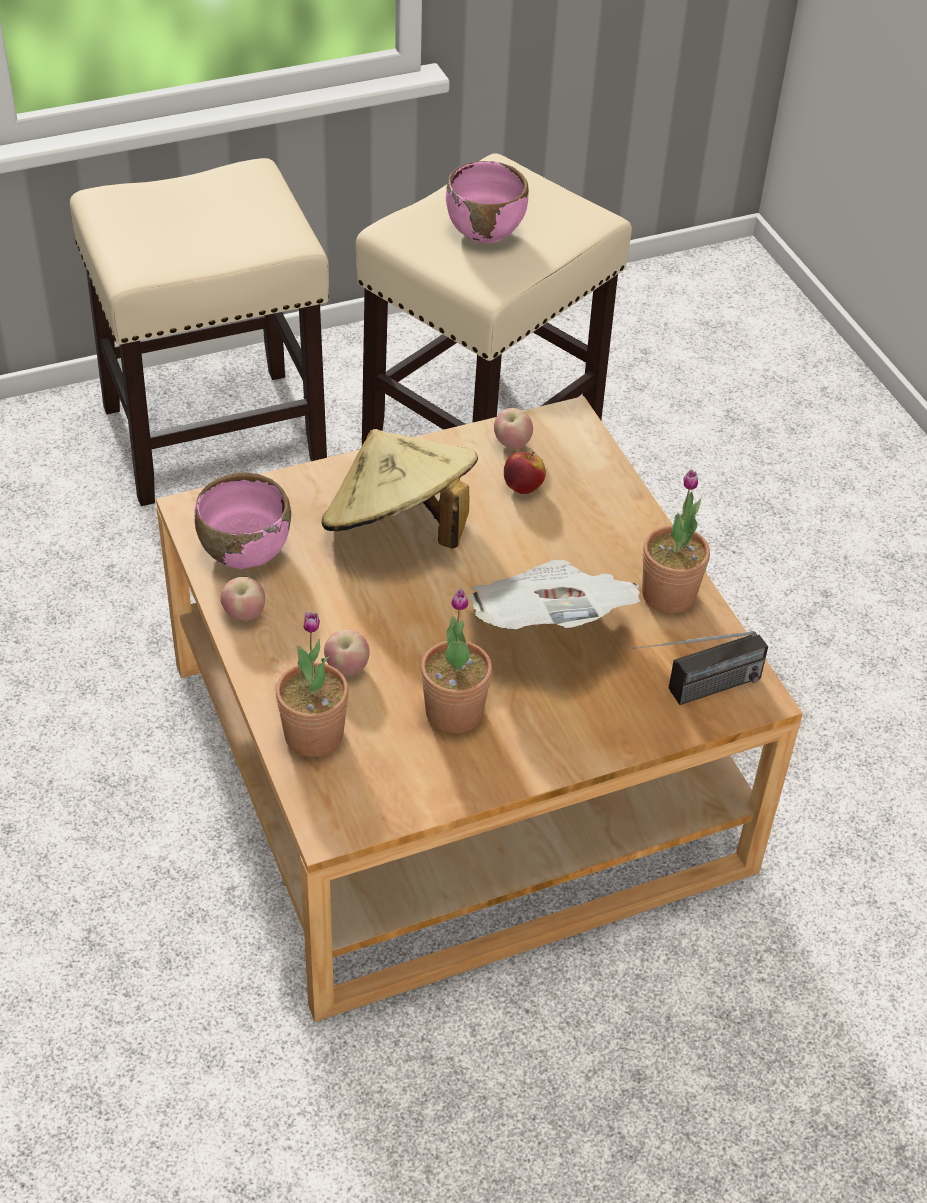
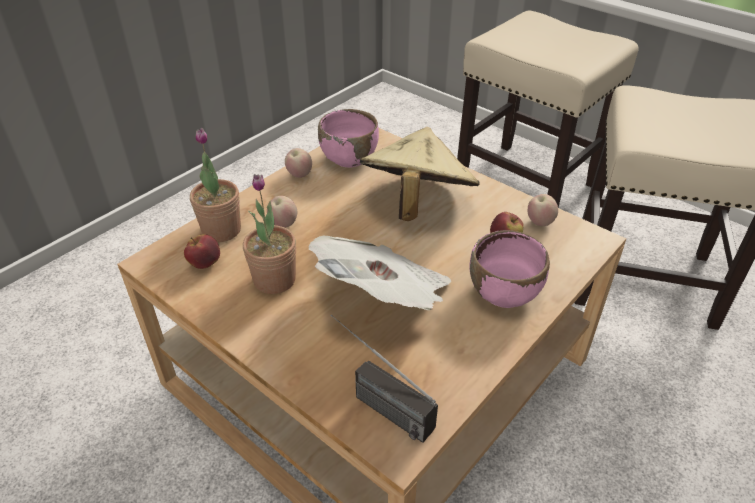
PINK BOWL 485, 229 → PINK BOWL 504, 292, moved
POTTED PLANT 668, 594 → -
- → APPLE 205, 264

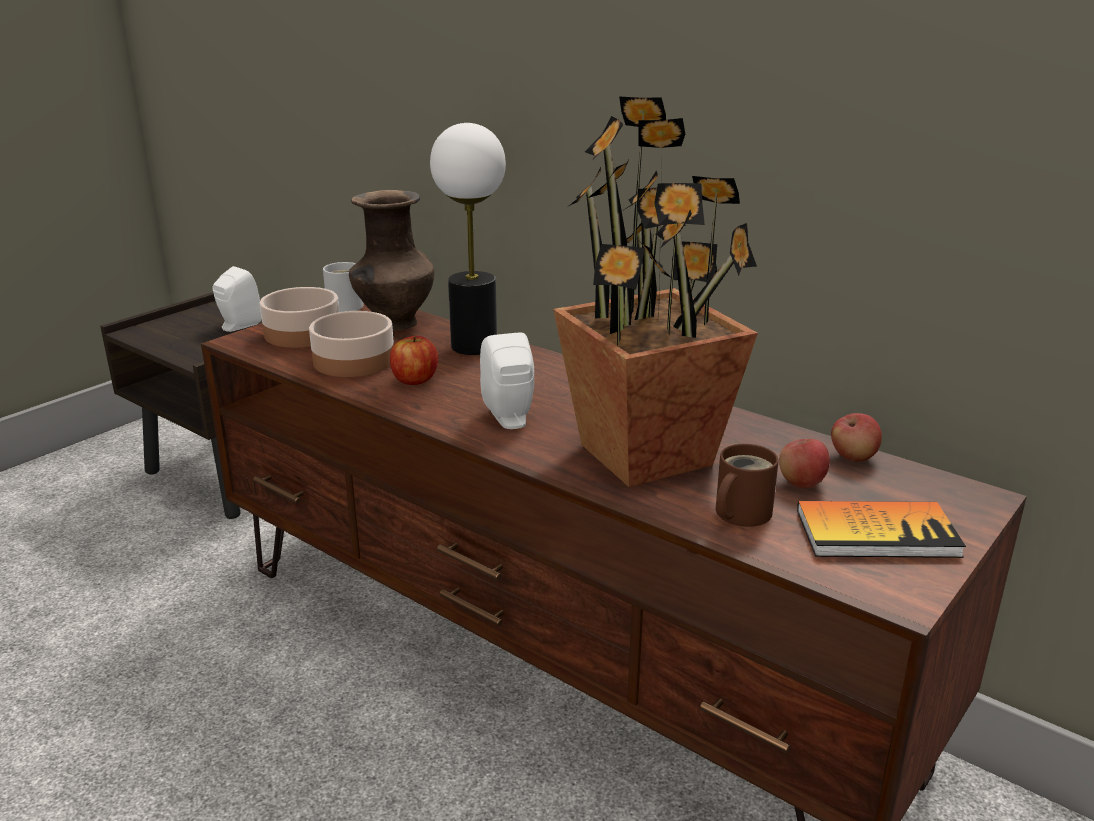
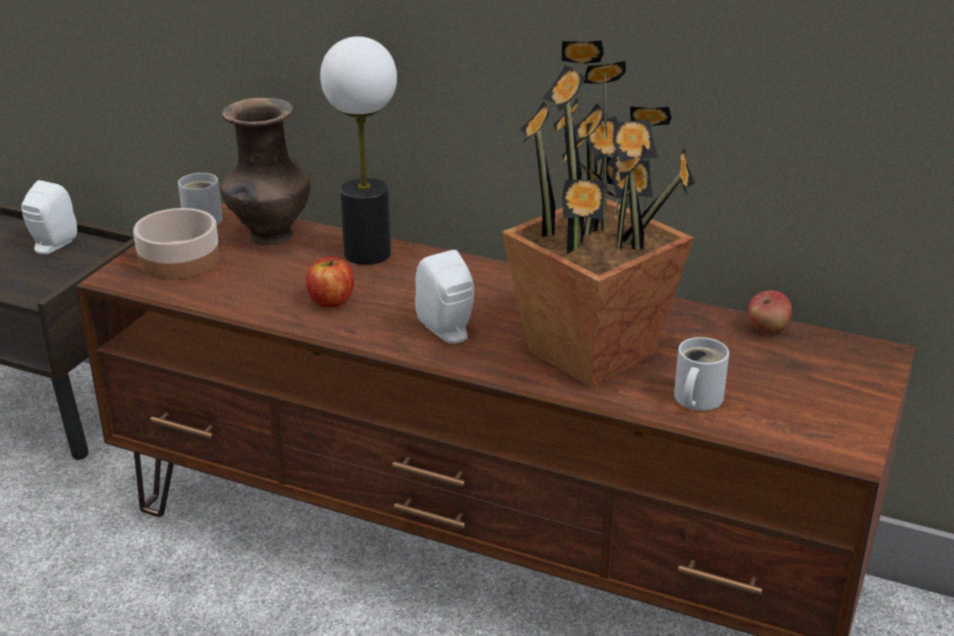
BOWL 354, 360 → -
BROWN MUG 738, 513 → WHITE MUG 695, 399
APPLE 801, 483 → -
BOOK 876, 533 → -

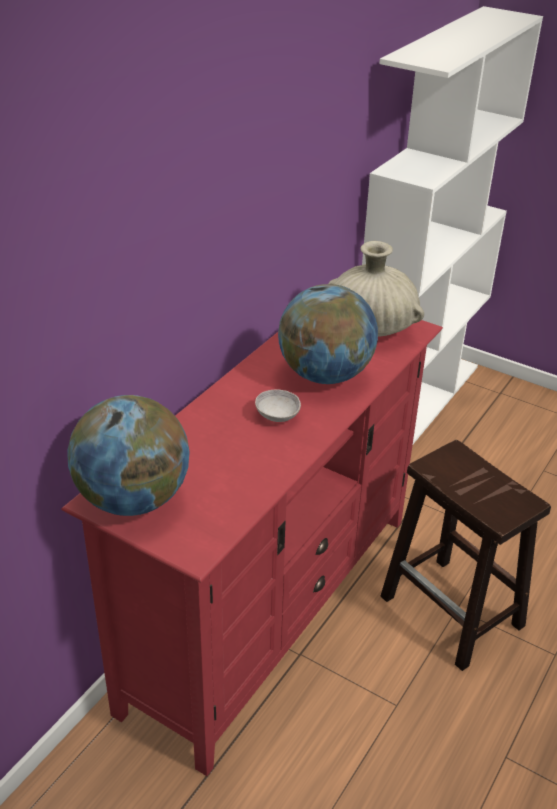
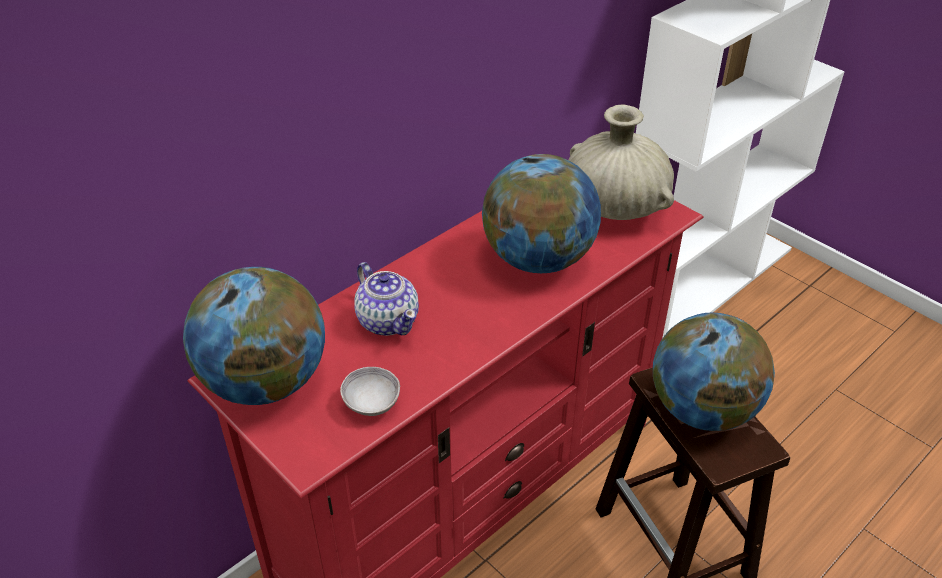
GREY BOWL 277, 416 → GREY BOWL 371, 403, moved
- → TEAPOT 388, 320
- → GLOBE 702, 410

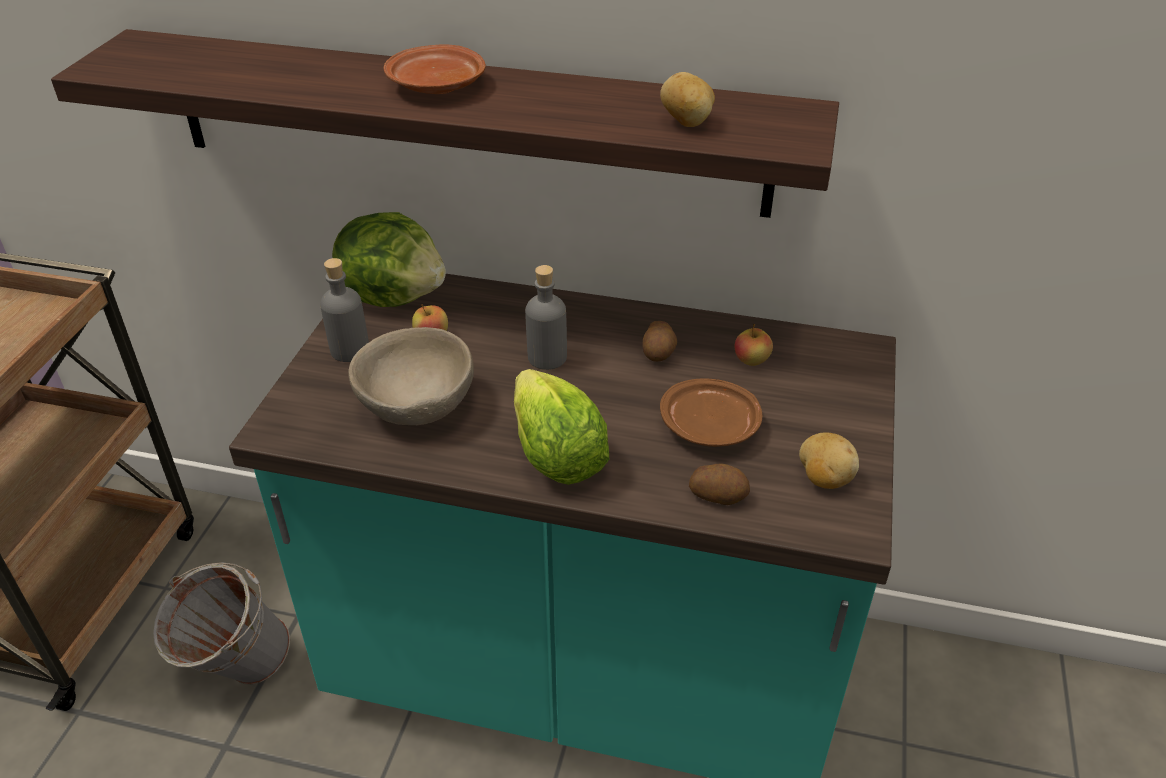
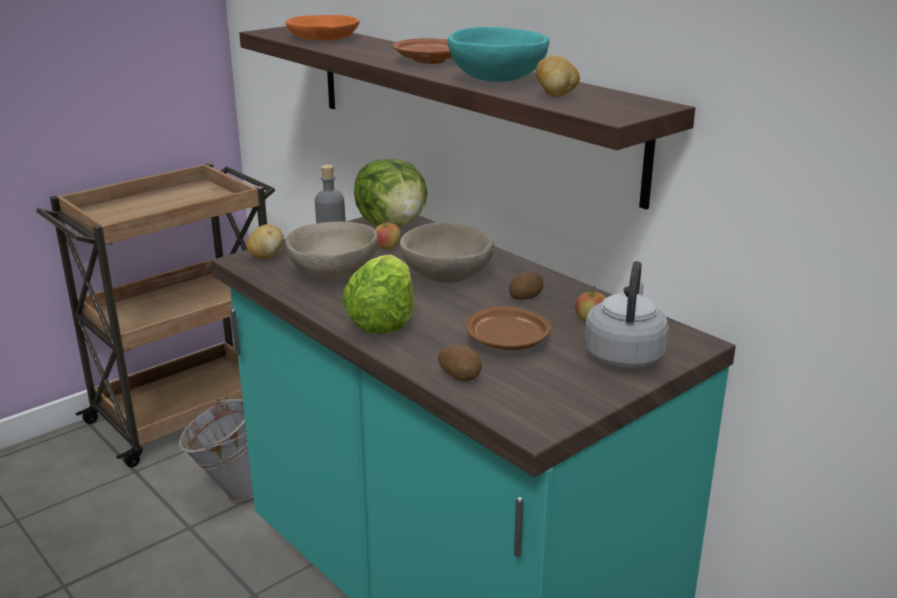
GREY BOTTLE 547, 357 → BEIGE BOWL 446, 277
POTATO 823, 478 → POTATO 266, 256, moved
- → ORANGE BOWL 323, 38
- → TURQUOISE BOWL 496, 80
- → GREY KETTLE 624, 354

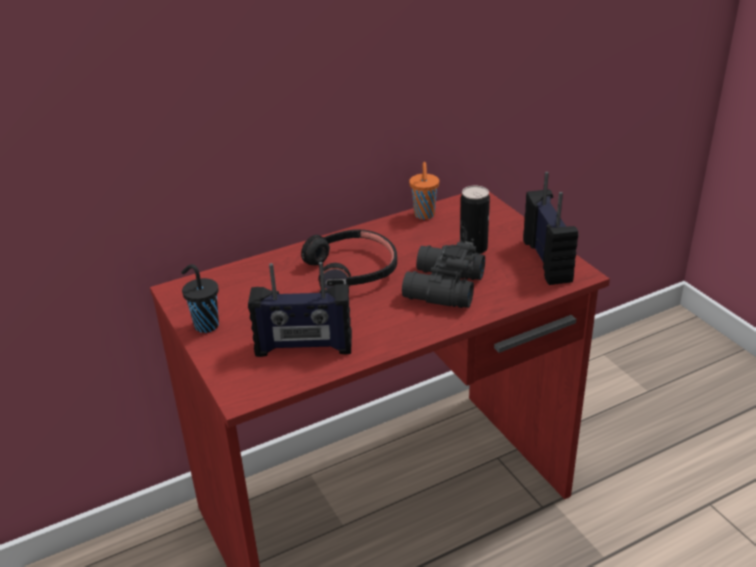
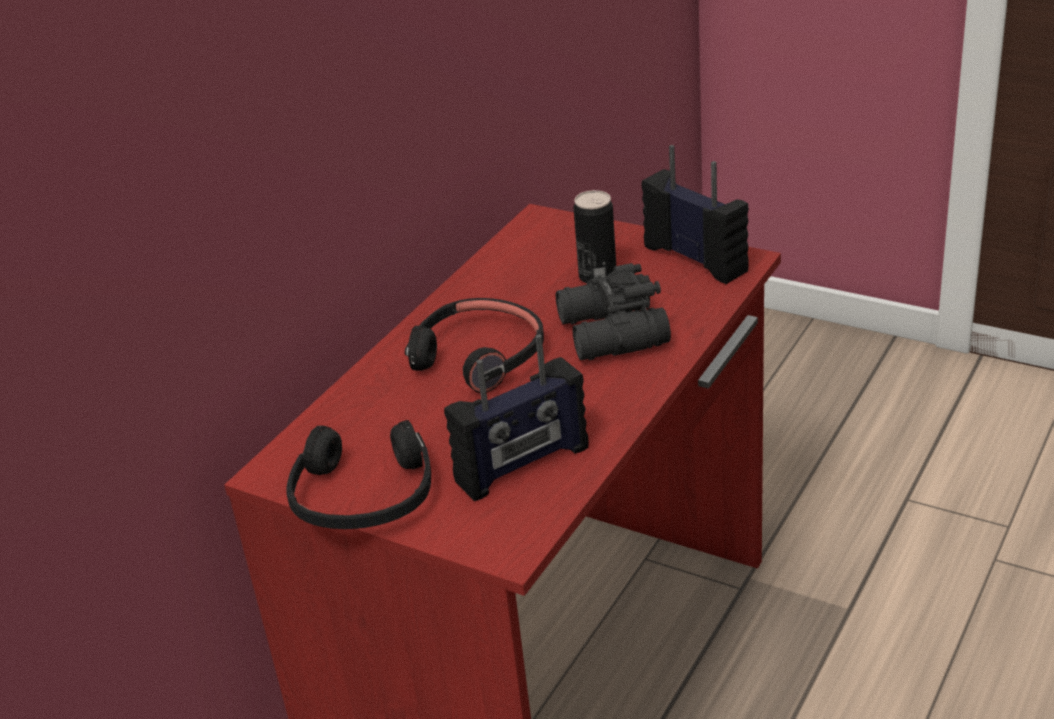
BLACK CUP 205, 325 → BLACK HEADPHONES 364, 495
ORANGE CUP 424, 215 → -

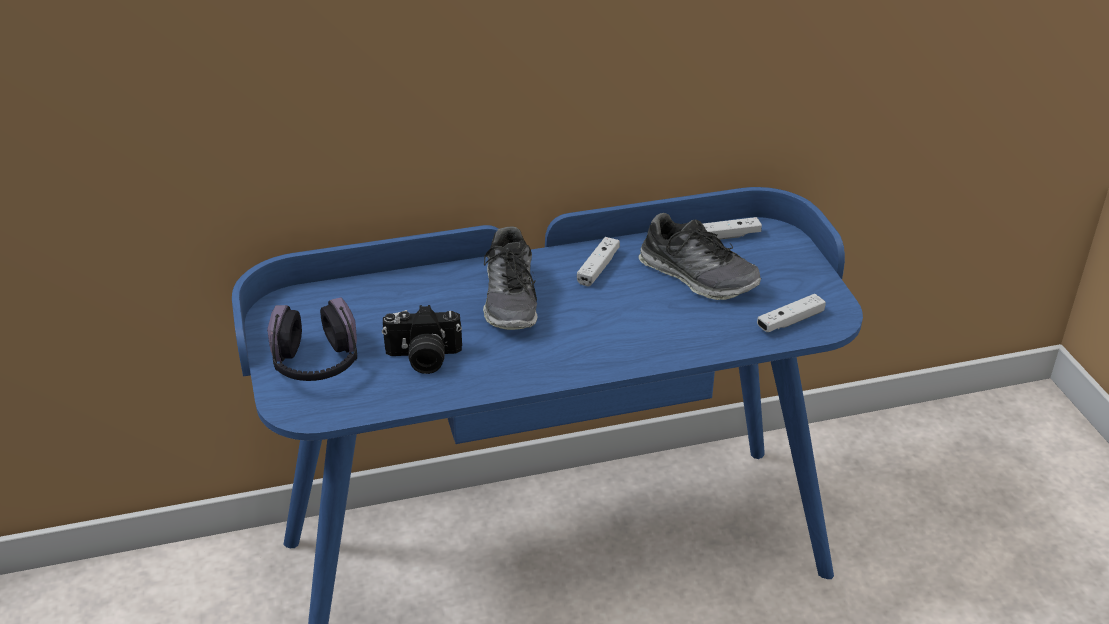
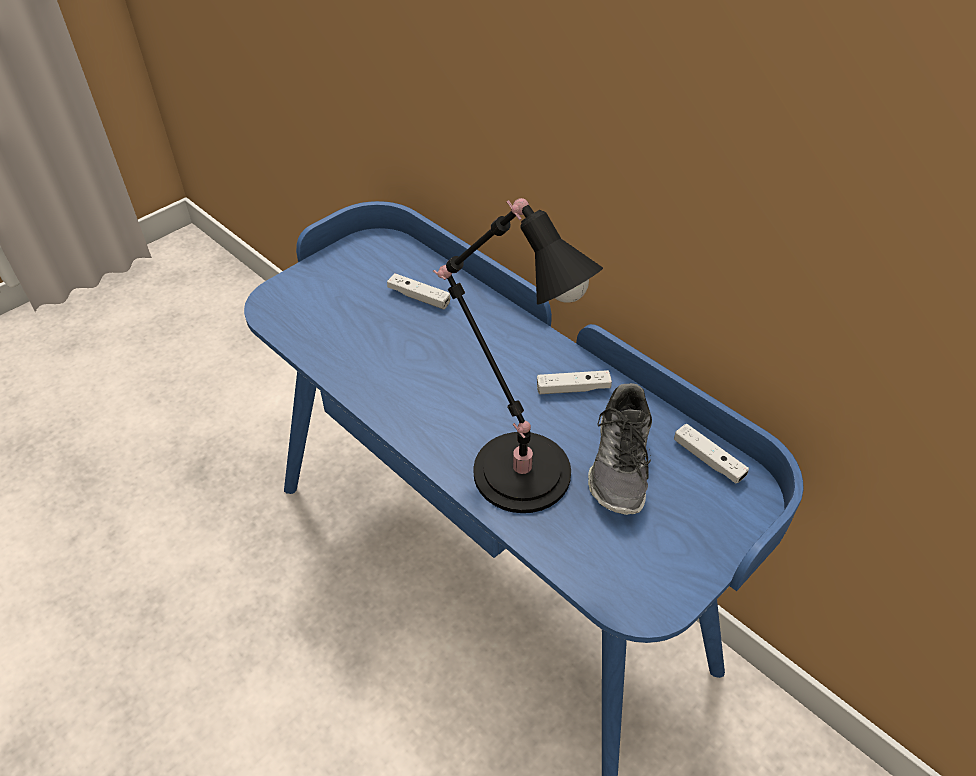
HEADPHONES 316, 363 → -
PHOTO CAMERA 423, 358 → -
SHOE 511, 300 → -
WHITE GAME CONTROLLER 790, 321 → WHITE GAME CONTROLLER 419, 297, moved
- → BLACK TABLE LAMP 516, 467

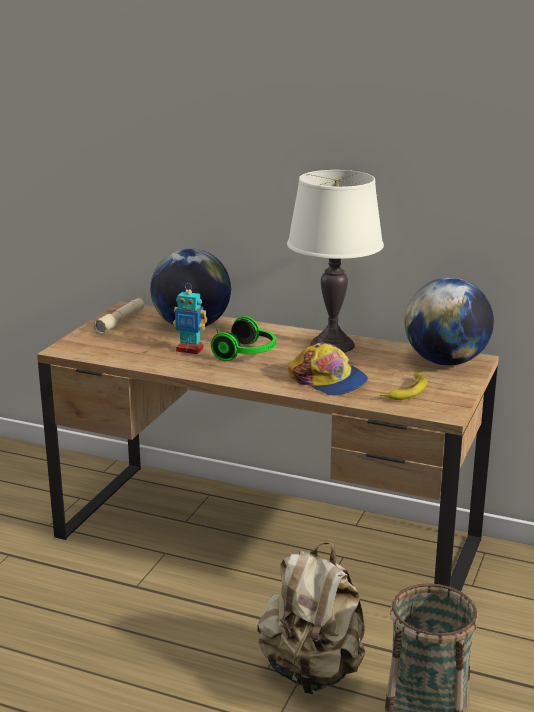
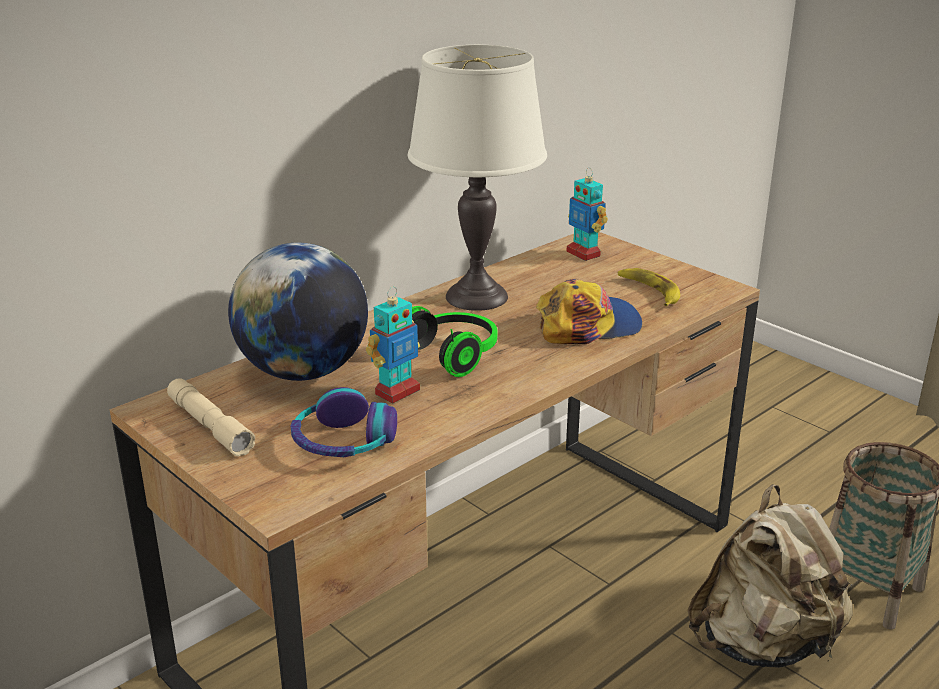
GLOBE 445, 362 → TOY ROBOT 584, 253
- → HEADPHONES 343, 442

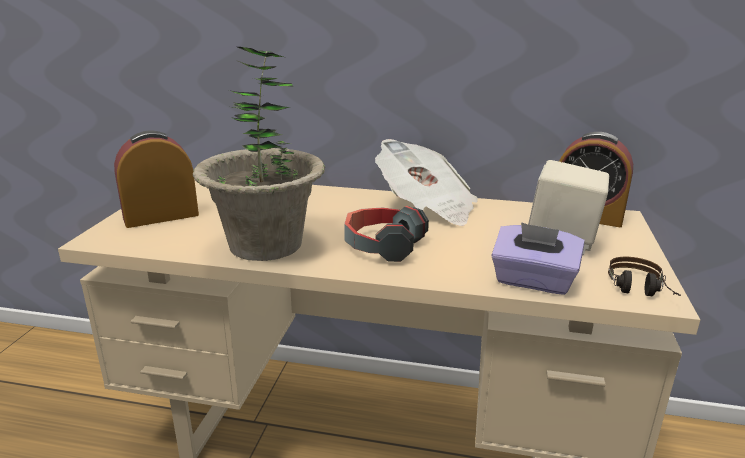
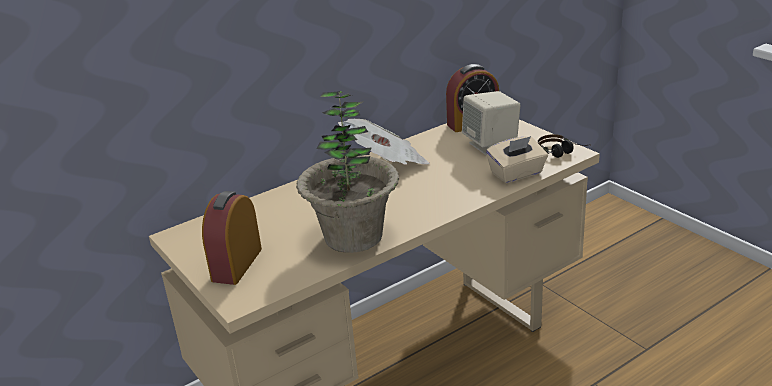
HEADPHONES 382, 246 → -
PURPLE TISSUE BOX 533, 281 → BEIGE TISSUE BOX 517, 174

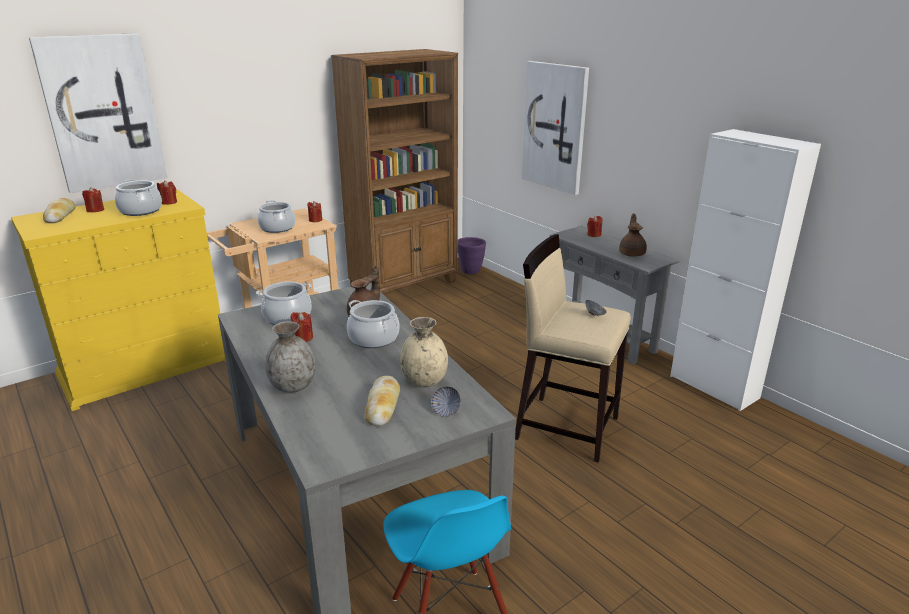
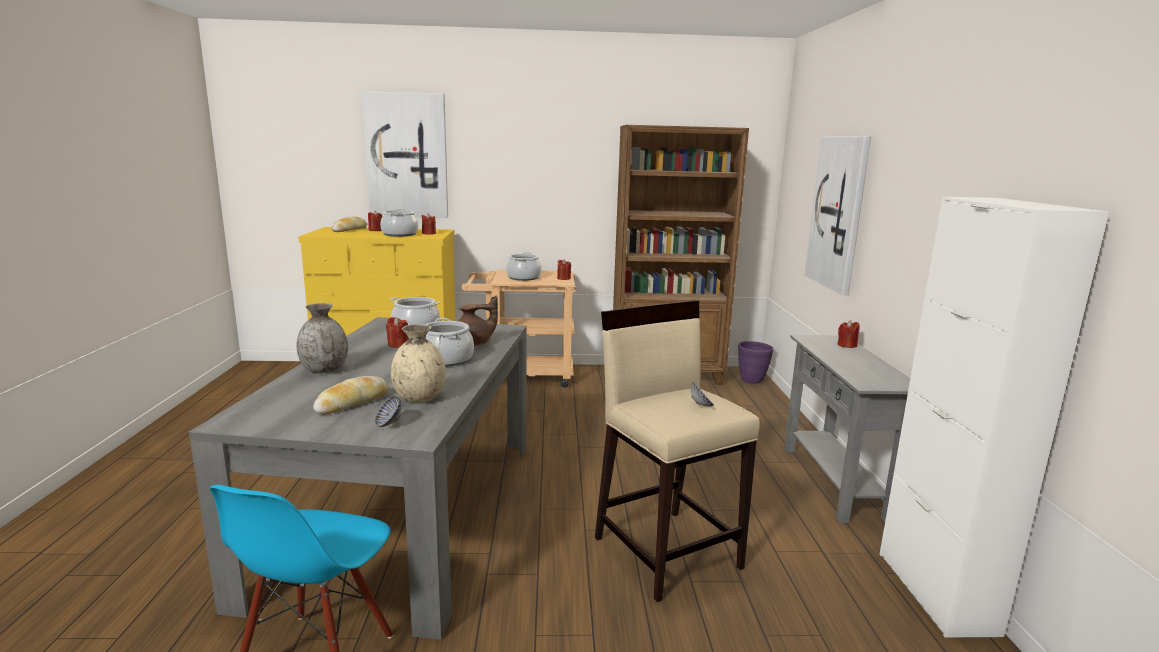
BROWN TEAPOT 632, 253 → -

